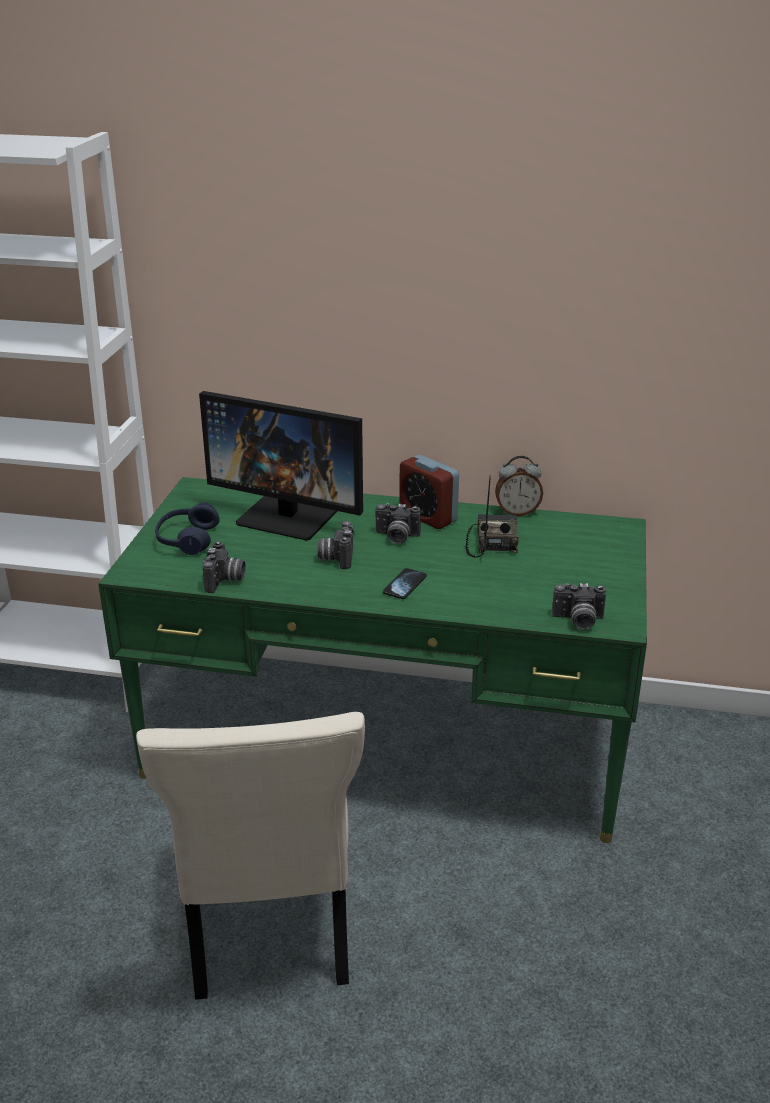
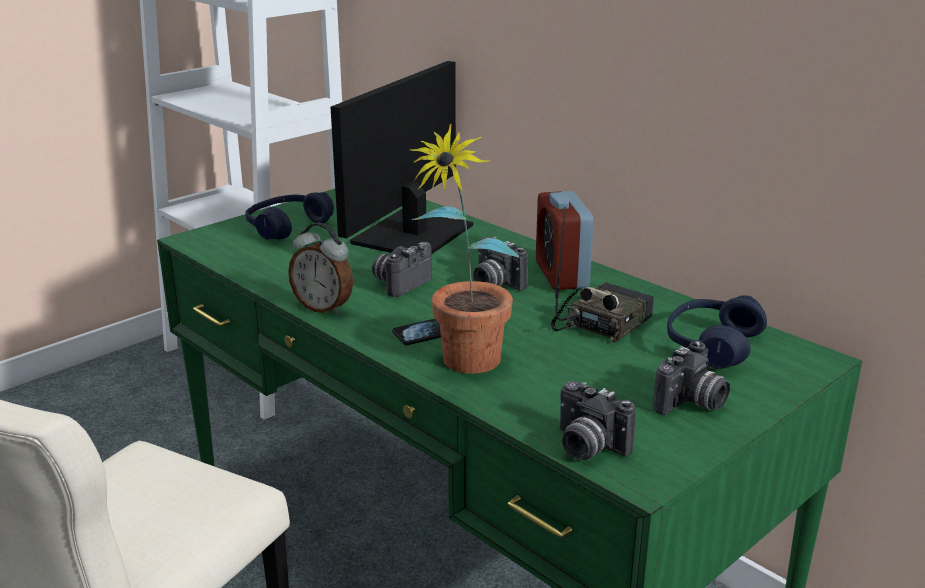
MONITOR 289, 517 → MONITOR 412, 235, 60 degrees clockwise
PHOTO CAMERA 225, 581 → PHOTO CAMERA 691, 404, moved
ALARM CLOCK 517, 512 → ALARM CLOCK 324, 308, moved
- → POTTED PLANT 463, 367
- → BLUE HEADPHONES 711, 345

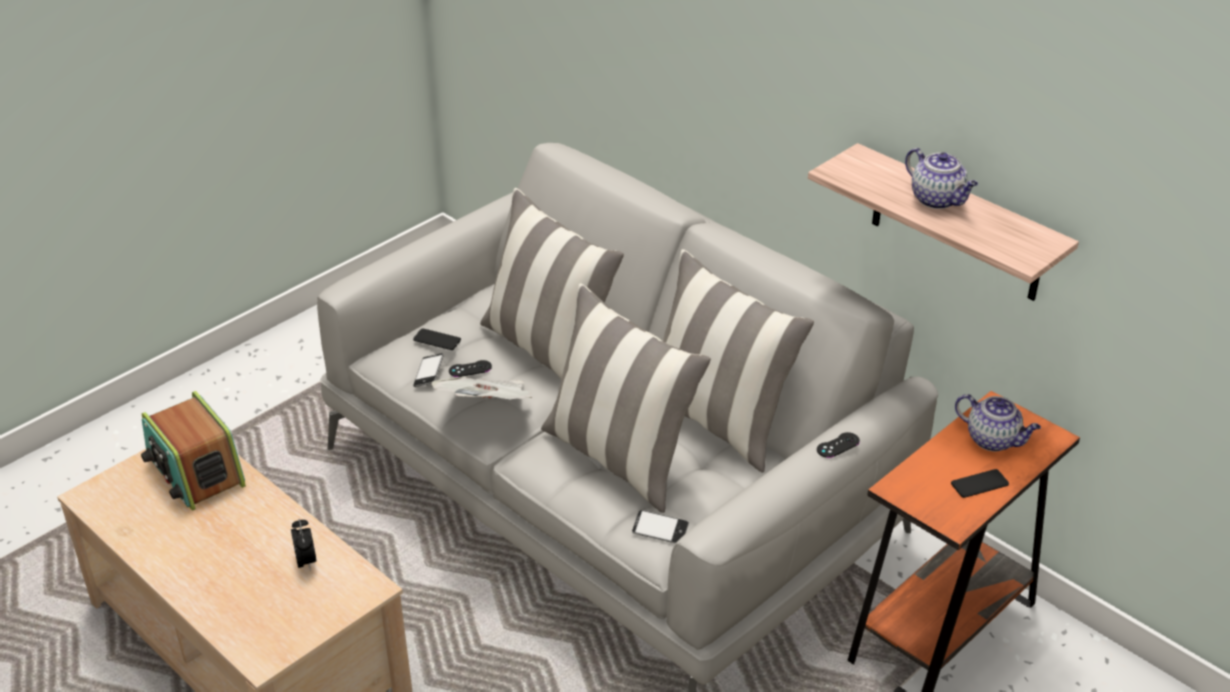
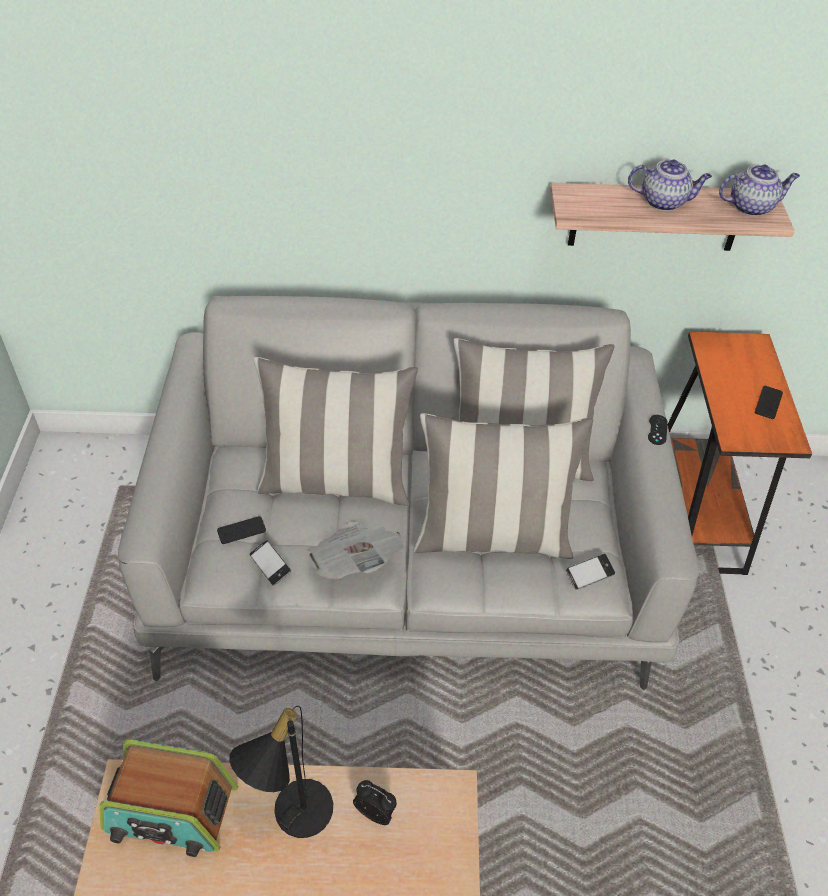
BLACK GAME CONTROLLER 470, 369 → -
TEAPOT 993, 440 → TEAPOT 751, 207, moved
- → BLACK TABLE LAMP 292, 813

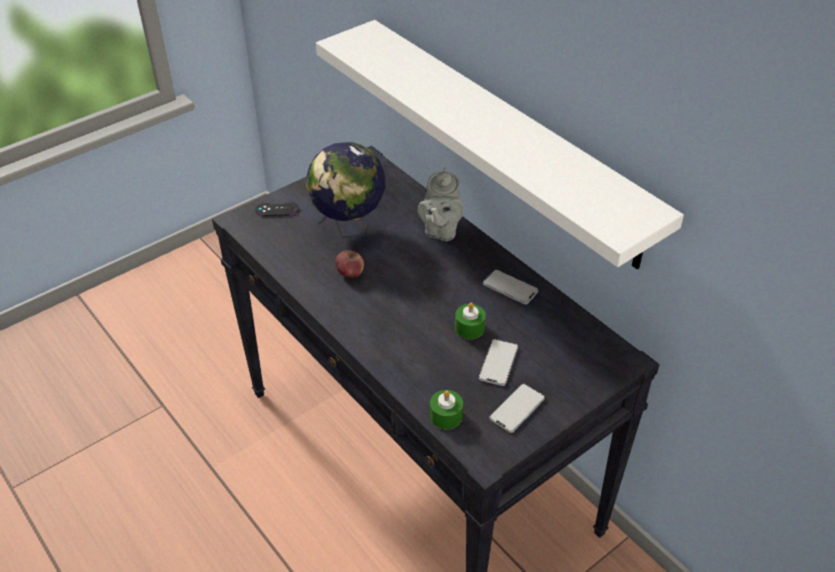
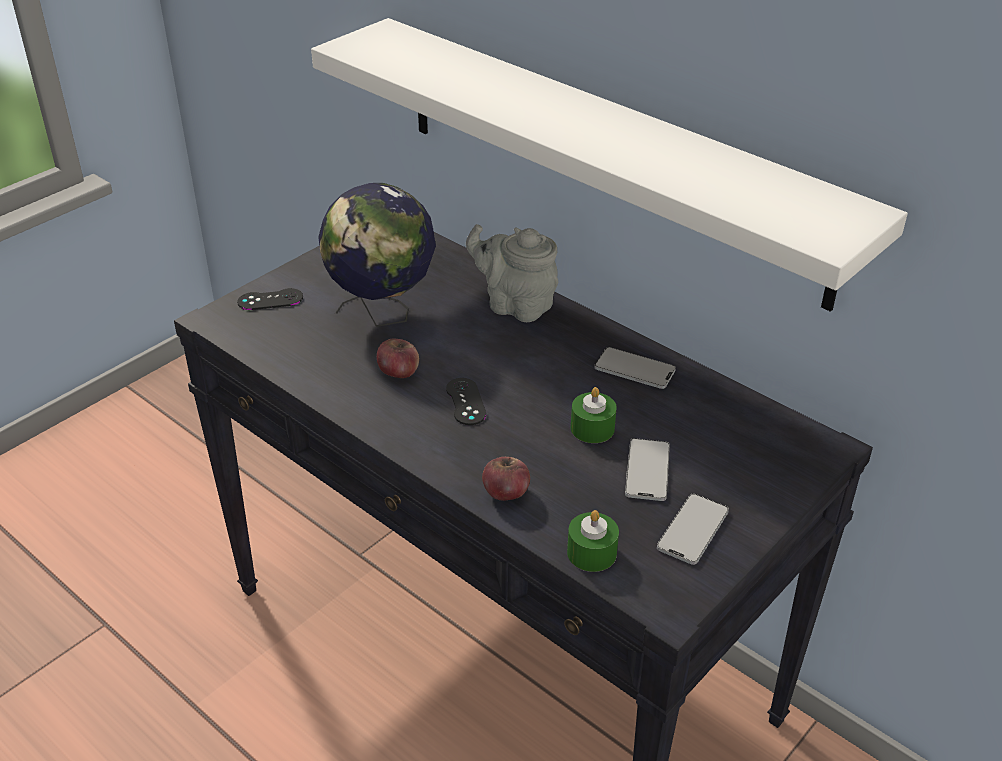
GREY TEAPOT 440, 230 → GREY TEAPOT 515, 305, 120 degrees clockwise
- → BLACK GAME CONTROLLER 465, 402
- → APPLE 506, 493

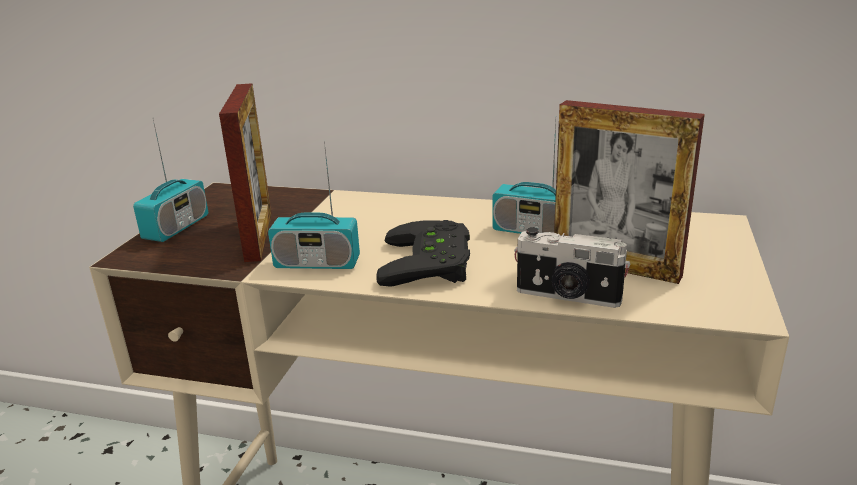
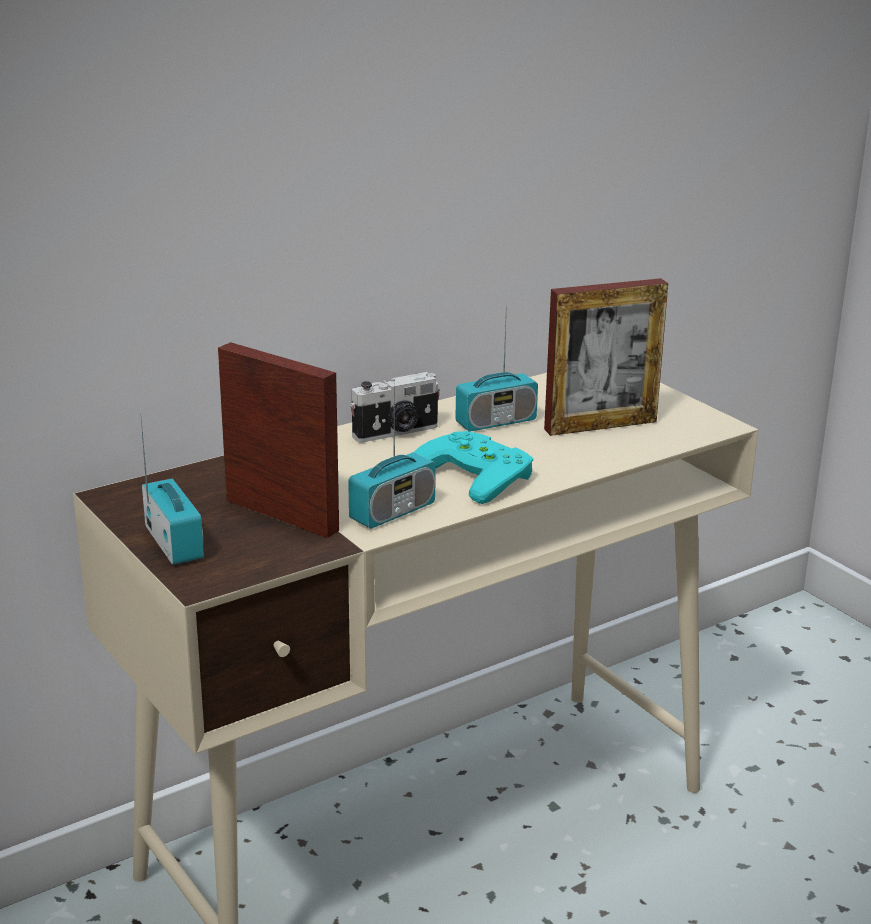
BLACK GAME CONTROLLER 433, 262 → TURQUOISE GAME CONTROLLER 478, 473
PHOTO CAMERA 567, 296 → PHOTO CAMERA 397, 432, moved

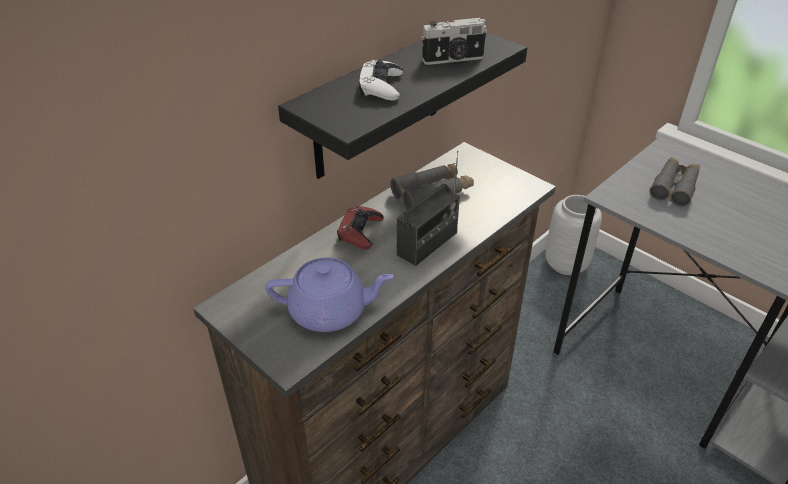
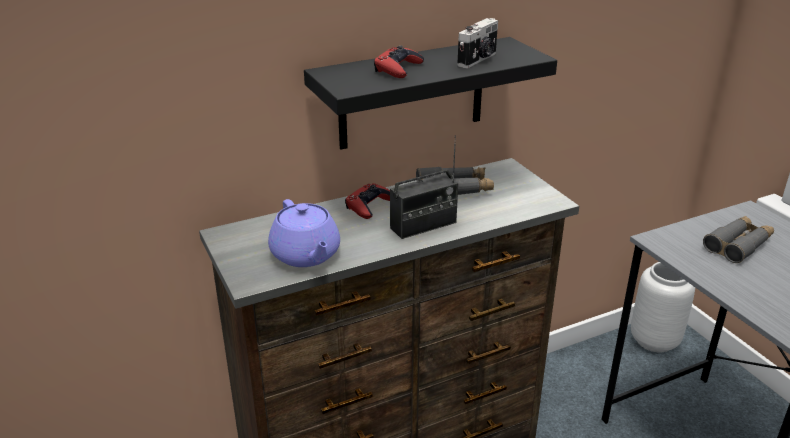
PURPLE TEAPOT 330, 311 → PURPLE TEAPOT 306, 255, 45 degrees clockwise
WHITE GAME CONTROLLER 381, 87 → RED GAME CONTROLLER 398, 69
PHOTO CAMERA 453, 60 → PHOTO CAMERA 478, 60, 60 degrees counterclockwise

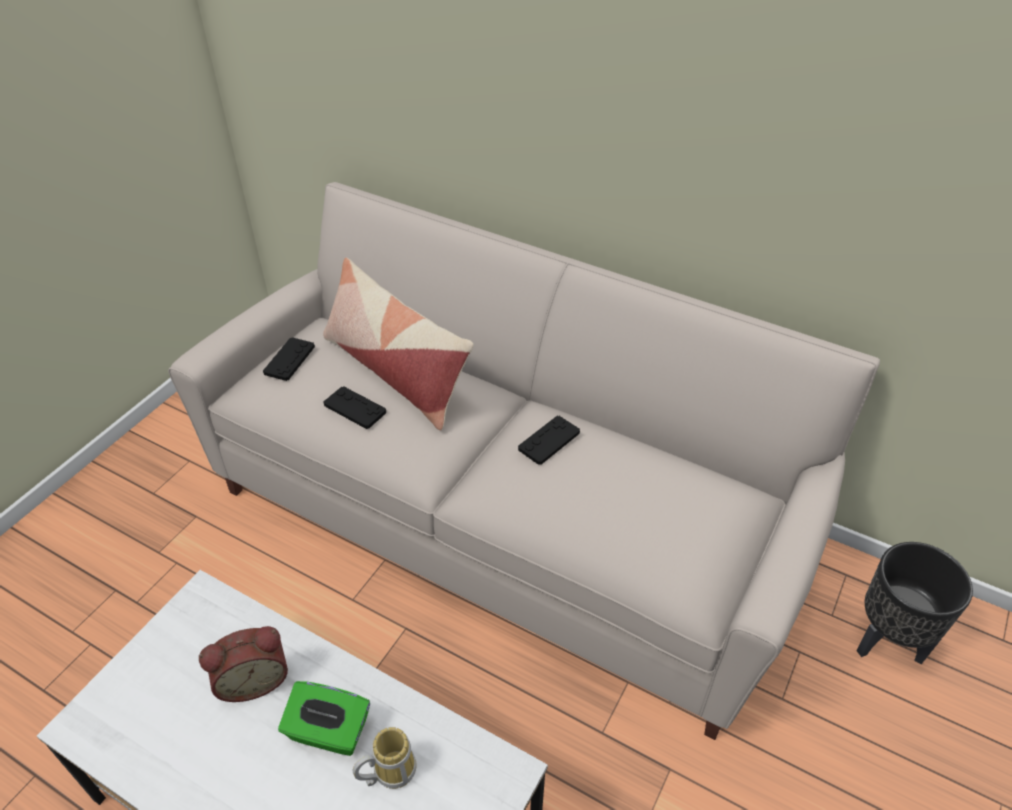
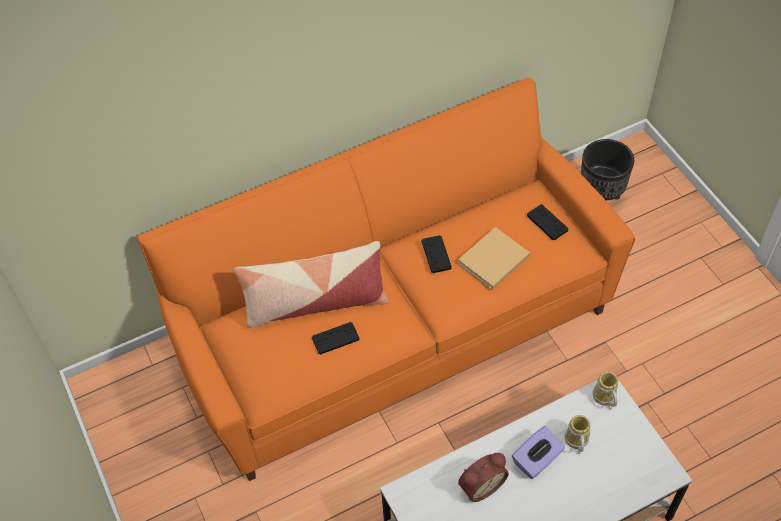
BEIGE SOFA 506, 516 → ORANGE SOFA 393, 327
ALARM CLOCK 253, 679 → ALARM CLOCK 480, 485, 45 degrees clockwise
BLACK GAME CONTROLLER 289, 360 → BLACK GAME CONTROLLER 547, 223, moved
GREEN TISSUE BOX 328, 732 → PURPLE TISSUE BOX 536, 460
- → BEIGE BOOK 492, 261
- → MUG 604, 399

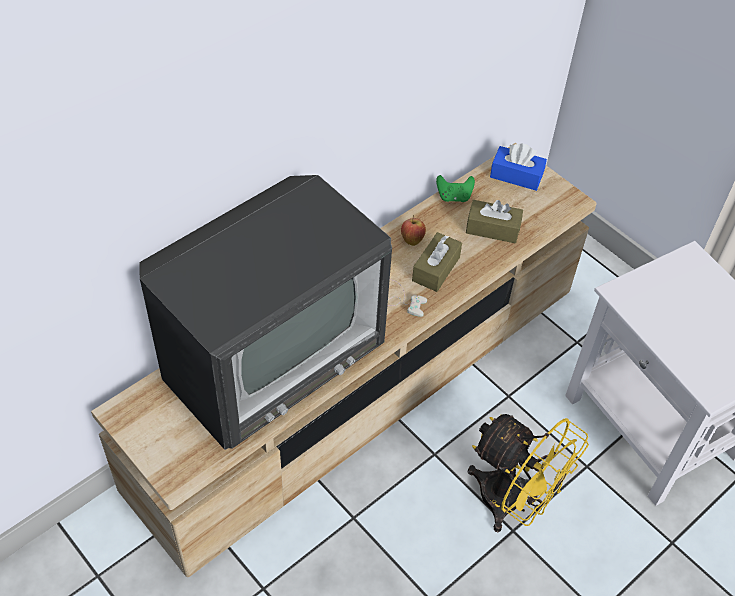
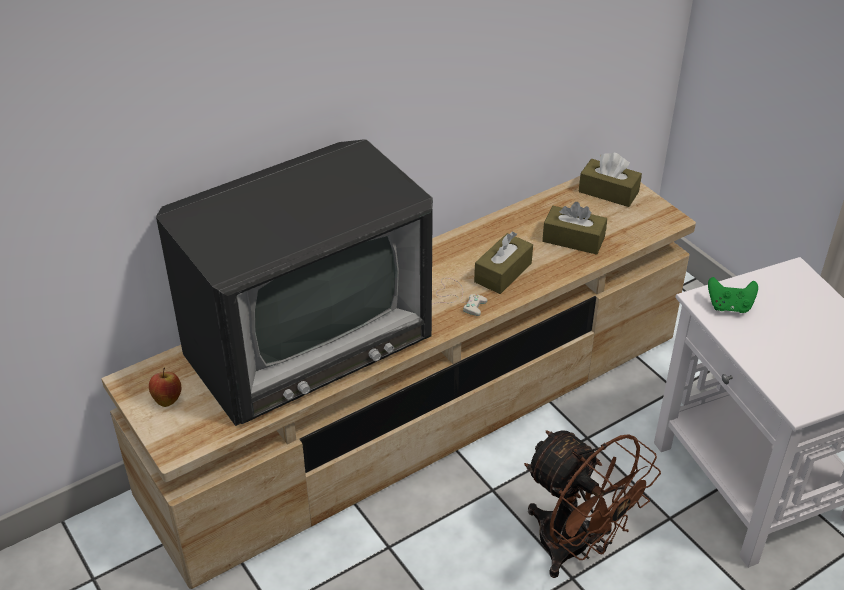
APPLE 412, 239 → APPLE 167, 399, moved
GREEN GAME CONTROLLER 454, 197 → GREEN GAME CONTROLLER 729, 306, moved
YELLOW FAN 512, 503 → BROWN FAN 576, 548
BLUE TISSUE BOX 516, 175 → BROWN TISSUE BOX 608, 192

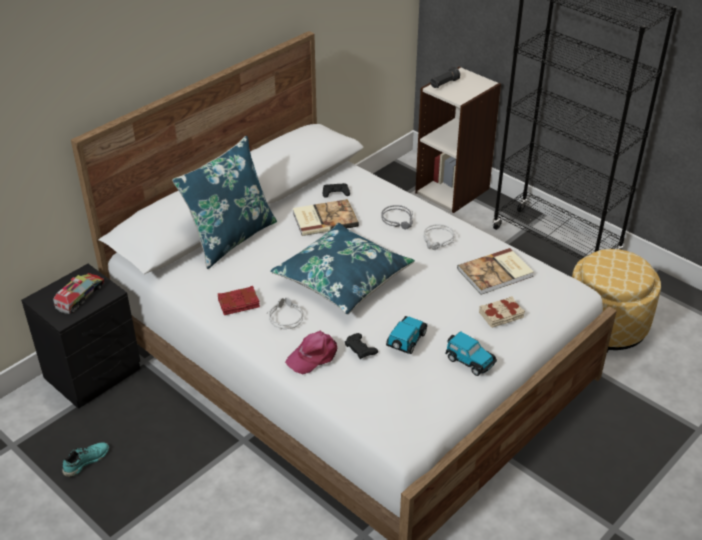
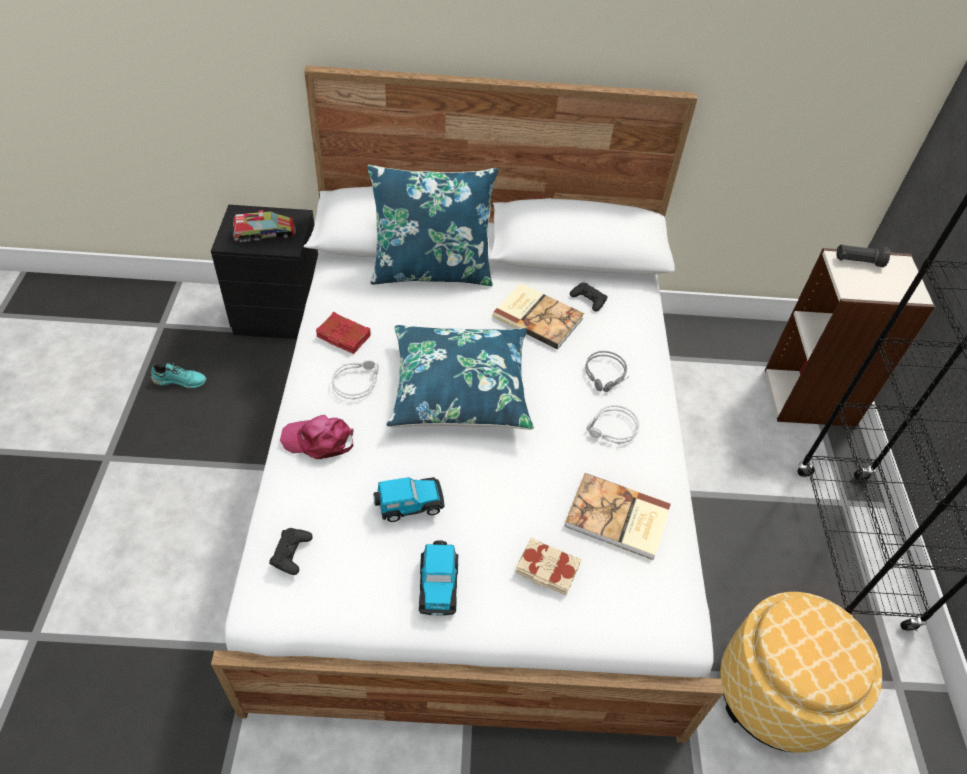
BLACK GAME CONTROLLER 360, 348 → BLACK GAME CONTROLLER 291, 553, moved

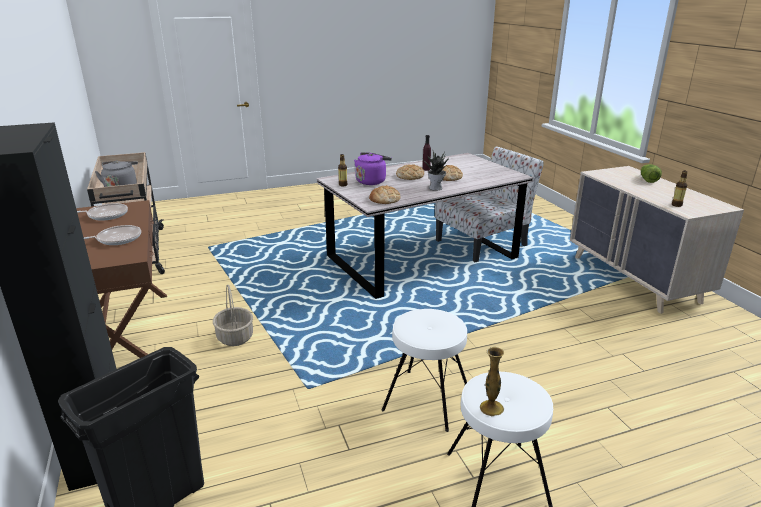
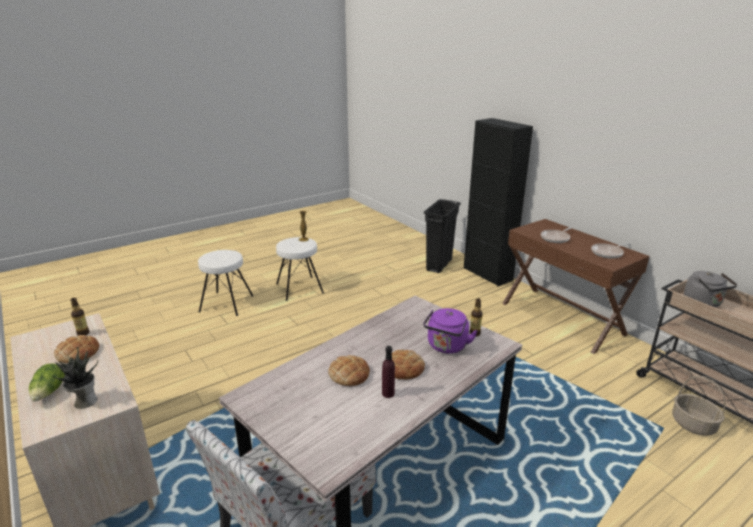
BASKET 234, 337 → BASKET 693, 424, moved
BREAD 384, 199 → BREAD 78, 353, moved
WHITE STOOL 426, 399 → WHITE STOOL 226, 303, moved
POTTED PLANT 436, 188 → POTTED PLANT 84, 401, moved

